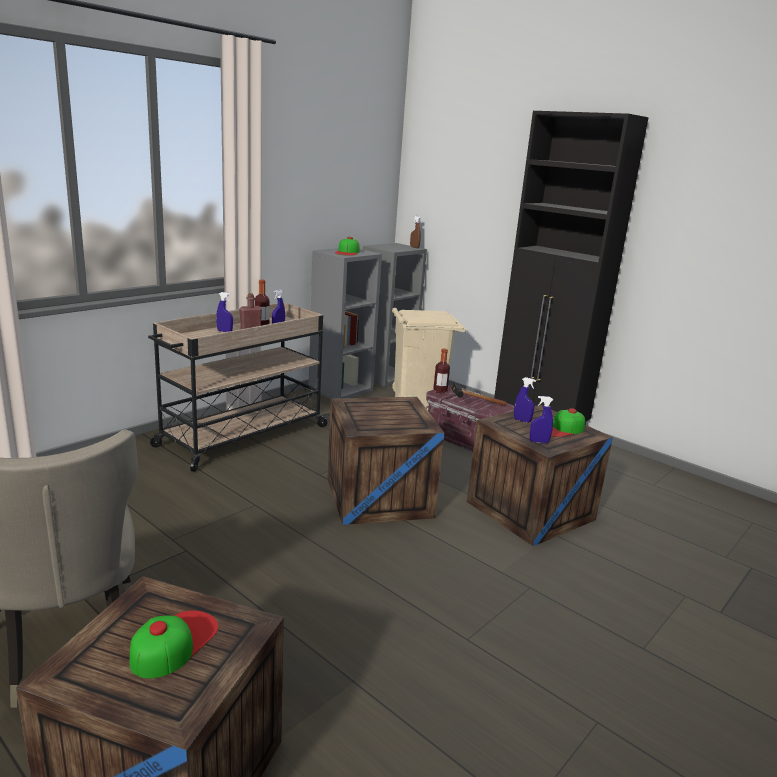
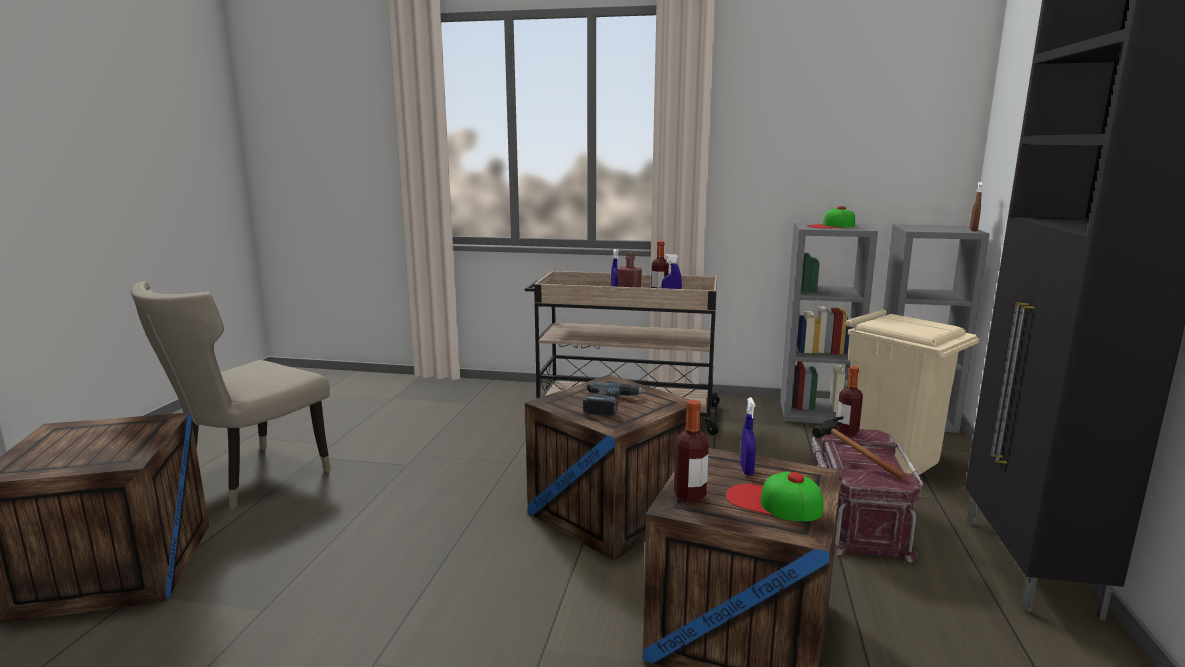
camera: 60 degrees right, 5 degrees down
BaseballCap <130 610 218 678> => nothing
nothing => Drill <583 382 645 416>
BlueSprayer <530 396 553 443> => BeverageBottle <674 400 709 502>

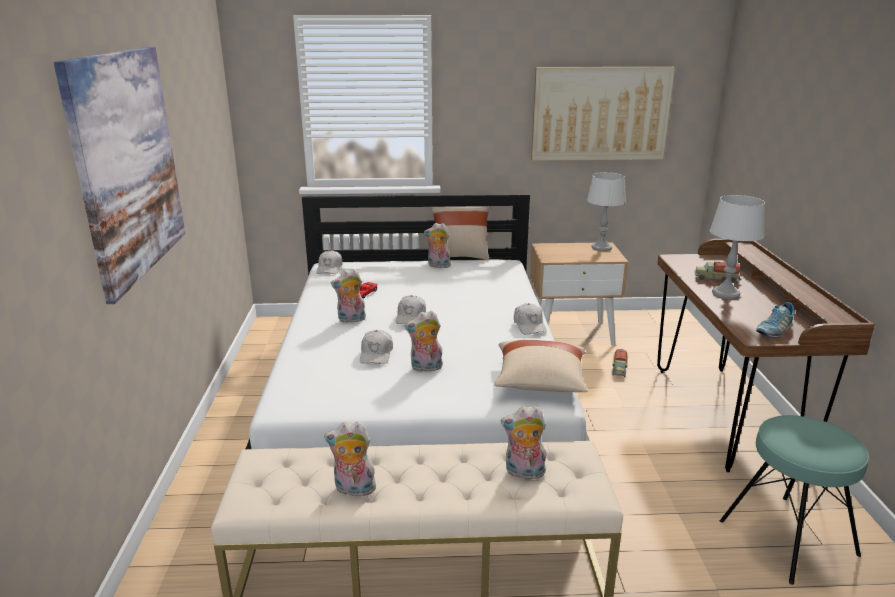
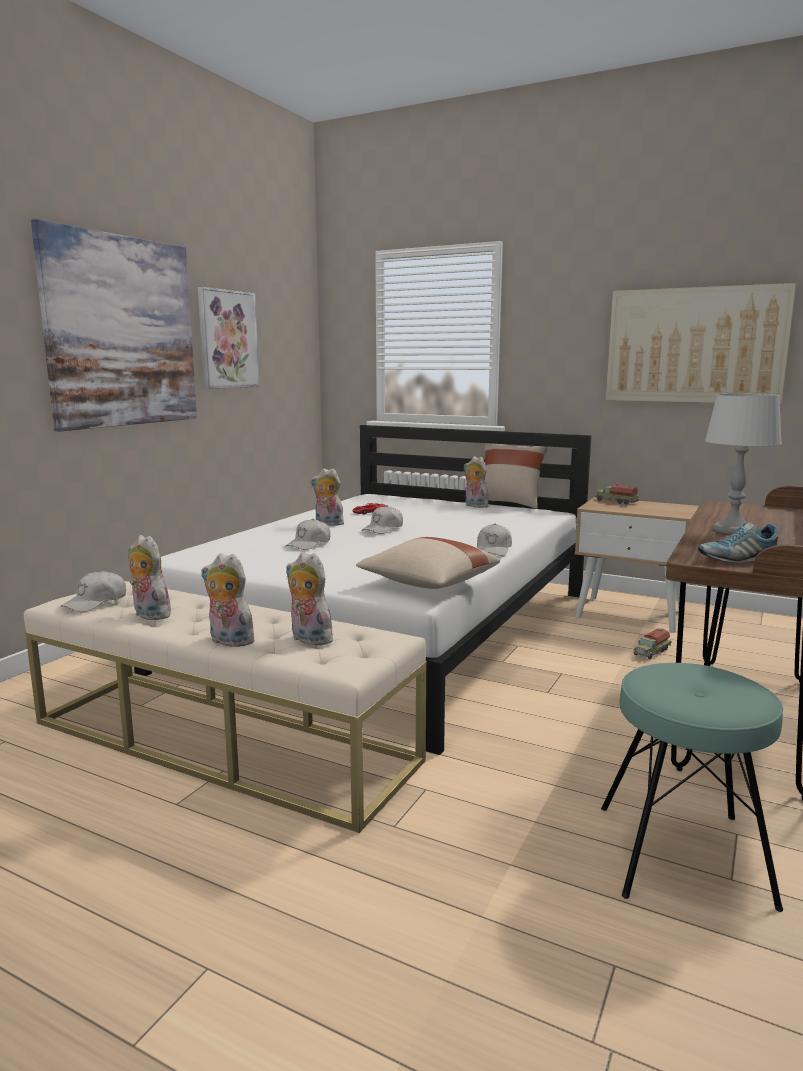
camera: 30 degrees right, 10 degrees down
GrayTabletopLamp <587 172 626 251> => nothing
nothing => WallPicture <198 287 259 389>
WhiteBaseballCap <317 250 343 274> => WhiteBaseballCap <61 570 126 612>, moved
CuddlyToy <405 311 443 372> => CuddlyToy <201 553 260 647>, moved
ToyTruck <694 262 740 283> => ToyTruck <595 485 639 505>, moved

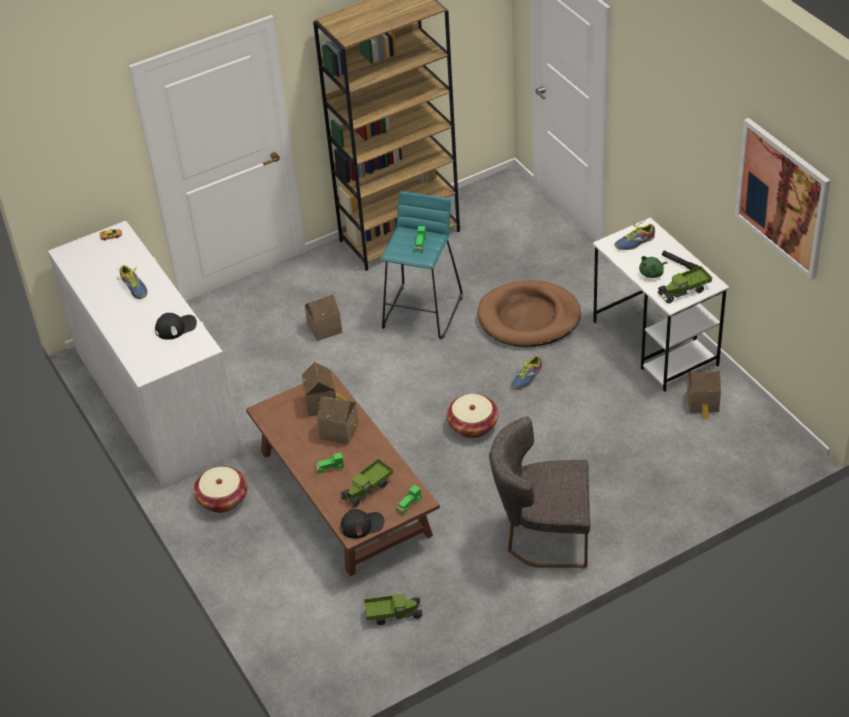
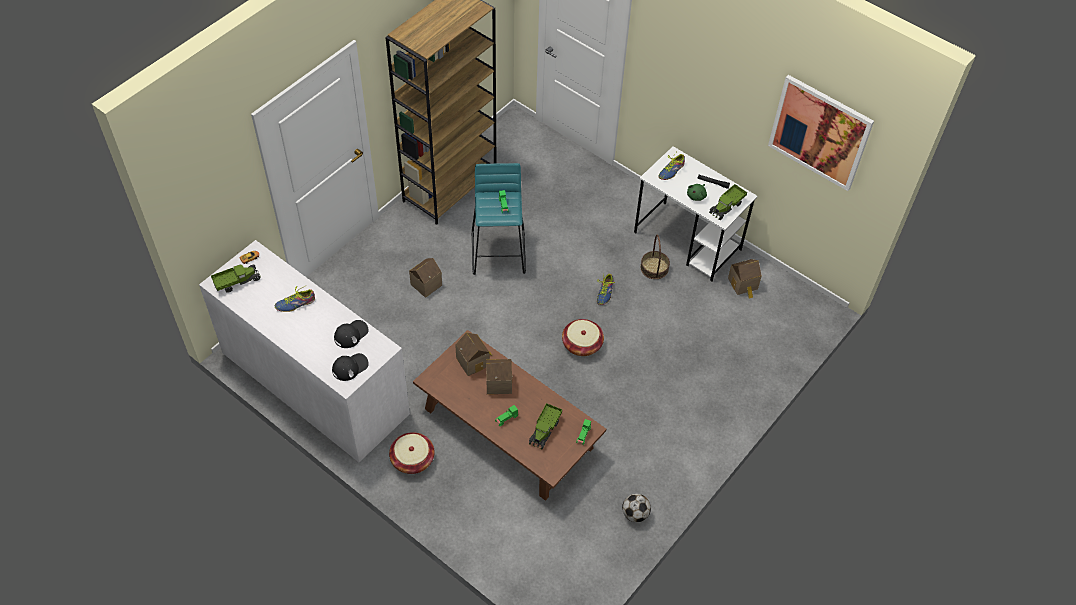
camera: 25 degrees left, 10 degrees up
BrownishDogCushion <477 280 581 347> => nothing
GrayChair <489 416 590 567> => nothing
nothing => BallForFootball <622 494 651 522>
nothing => StorageBasket <640 235 670 279>
BlackBaseballCap <340 509 384 539> => BlackBaseballCap <332 353 369 381>, moved
ToyTruck <364 594 422 625> => ToyTruck <211 265 261 293>, moved
Shoe <117 265 147 299> => Shoe <275 285 315 312>, 120 degrees clockwise

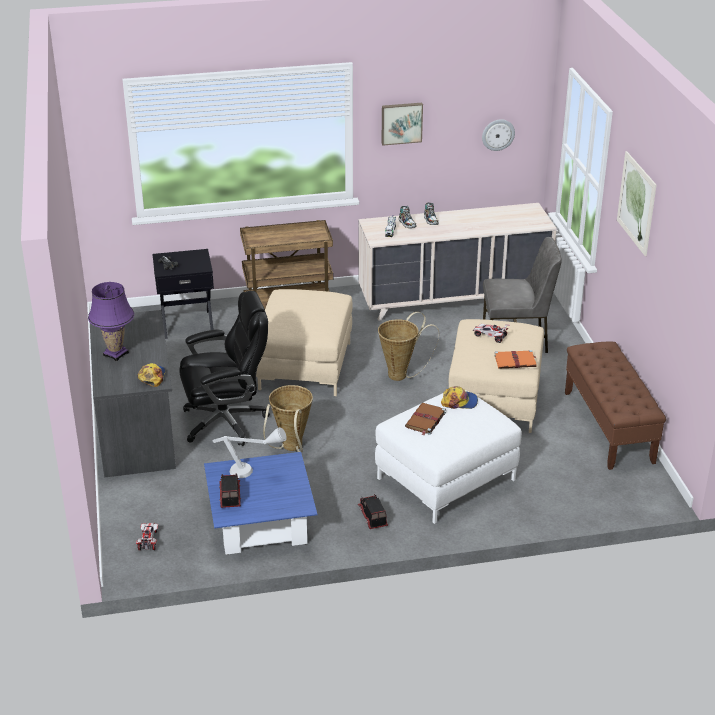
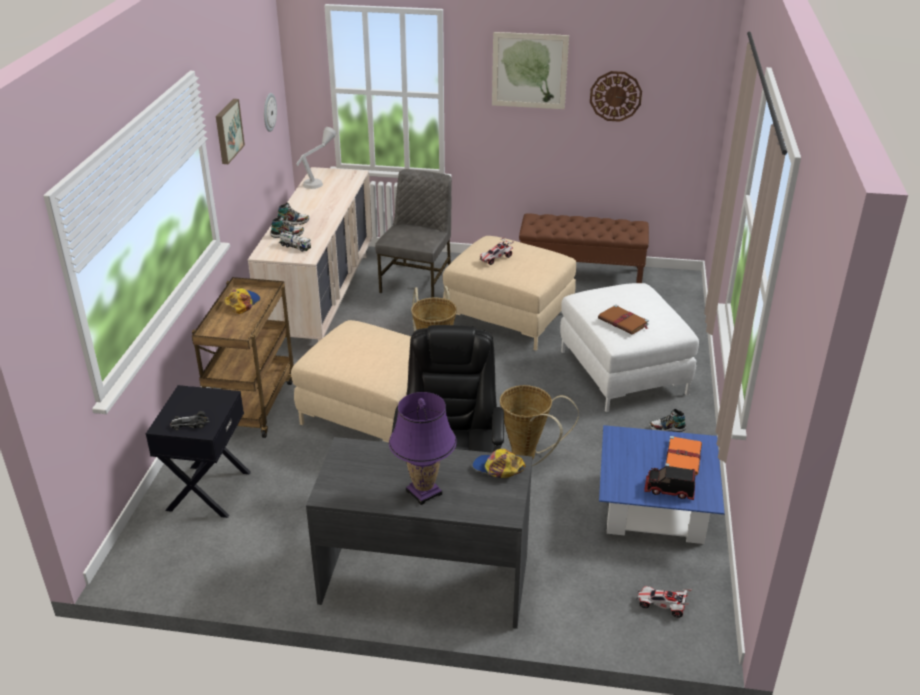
camera: 70 degrees left, 0 degrees up
nothing => WallClock <590 71 642 122>
GrayTabletopLamp <212 427 287 478> => GrayTabletopLamp <296 127 336 189>, moved
BaseballCap <441 386 478 409> => BaseballCap <224 288 260 314>, moved
OrangeColouredBook <494 350 536 369> => OrangeColouredBook <665 436 702 475>, moved
ToyTruck <358 494 388 529> => Shoe <649 409 686 432>

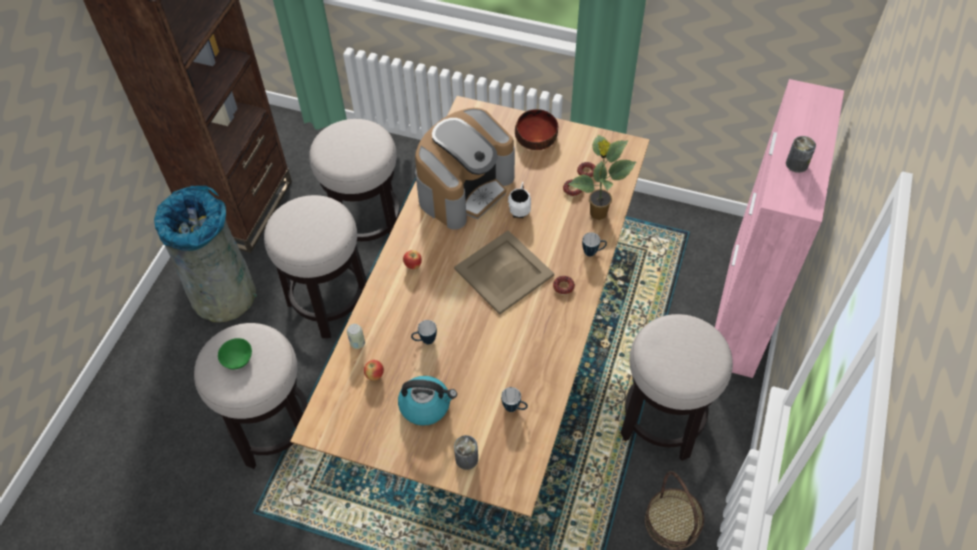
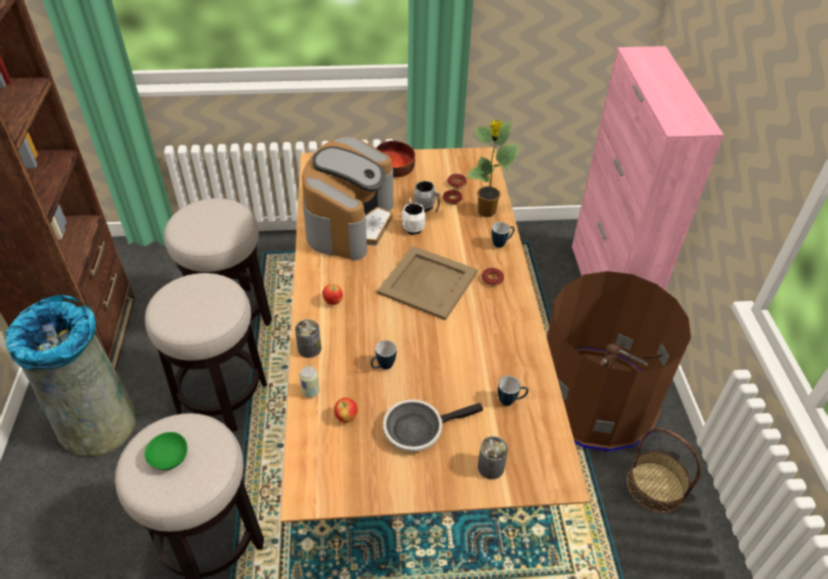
camera: 25 degrees left, 10 degrees down
nothing => GrayTeaMug <414 181 440 213>
SealedCan <786 136 816 173> => SealedCan <295 319 321 358>, moved
WaterKettle <398 376 457 426> => FryingPan <383 399 483 452>
Stool <621 314 733 461> => BrownishTrashCan <547 271 691 452>

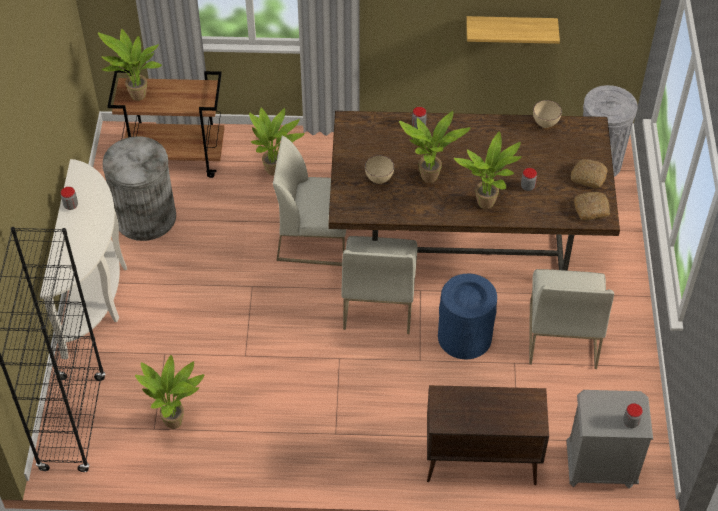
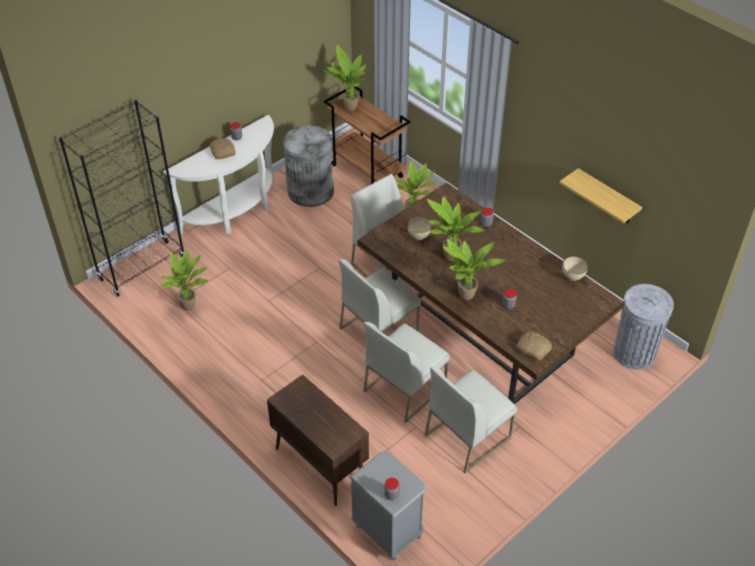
camera: 45 degrees right, 5 degrees down
BakedBread <571 159 608 188> => BakedBread <209 138 235 159>, moved
BlueTrashCan <438 274 497 359> => WhiteChair <363 322 450 423>

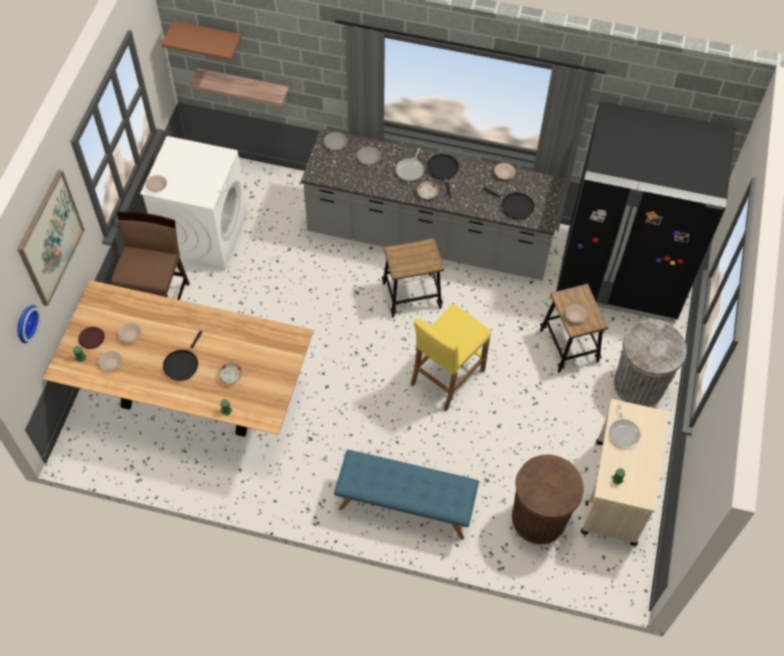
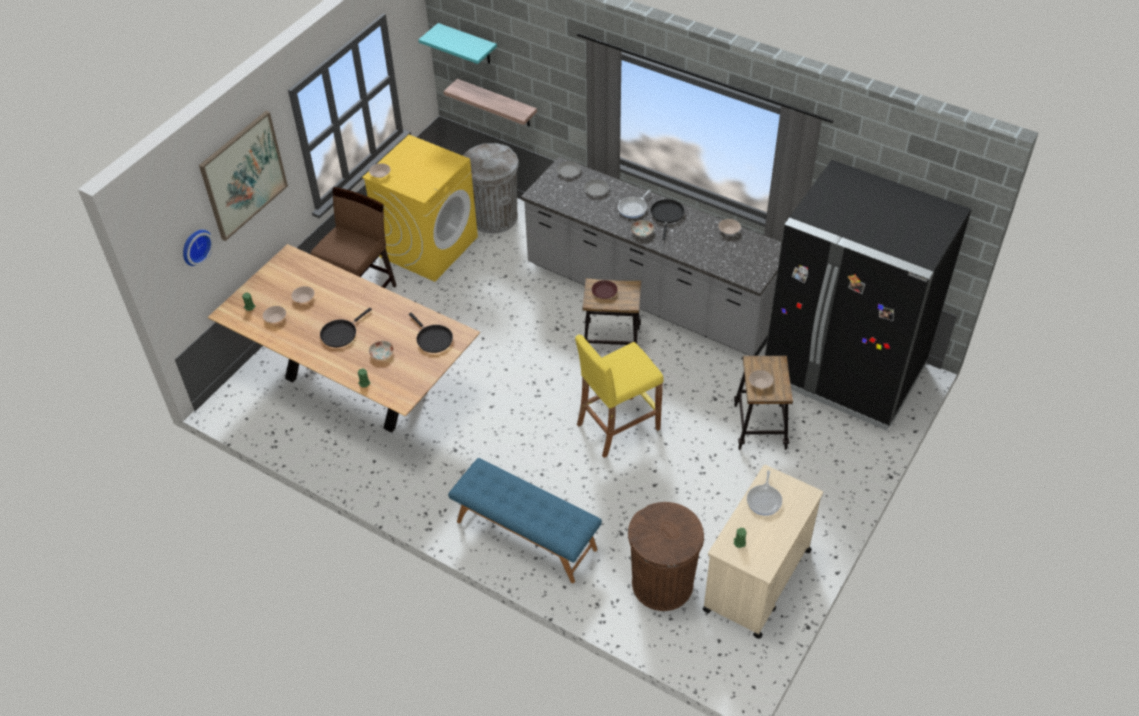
camera: 20 degrees right, 10 degrees down
BrownishFlatDish <78 327 105 349> => BrownishFlatDish <592 280 617 299>, moved
BlackFryingPan <483 187 534 219> => BlackFryingPan <409 313 453 353>, moved
GrayTrashCan <614 319 687 407> => GrayTrashCan <463 143 519 234>, moved
WhiteWashingMachine <140 136 248 271> => YellowWashingMachine <362 135 478 282>
BrownishShelf <161 21 242 60> => BlueGreenShelf <419 23 497 64>

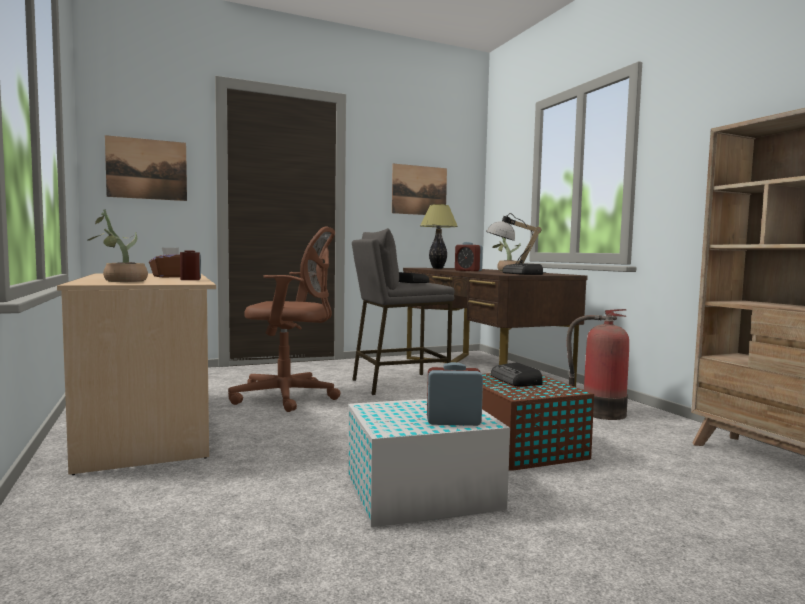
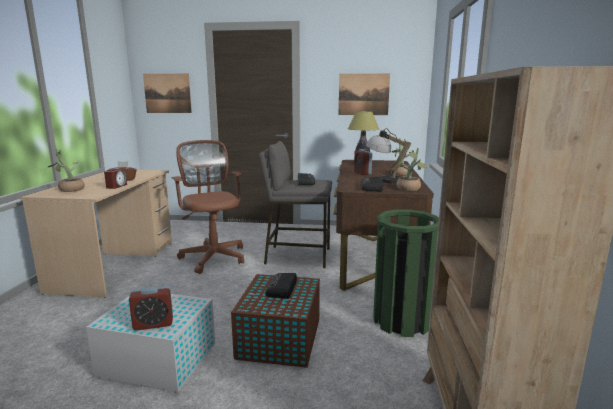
camera: 30 degrees right, 10 degrees up
nothing => PlantInAPot <397 148 427 191>
FireFightingCylinder <567 309 629 420> => GreenishTrashCan <373 209 439 337>
BrownishComputerChair <228 226 341 412> => BrownishComputerChair <172 140 244 274>, 150 degrees counterclockwise
BedsideClock <427 362 483 426> => BedsideClock <129 286 173 331>, 135 degrees clockwise

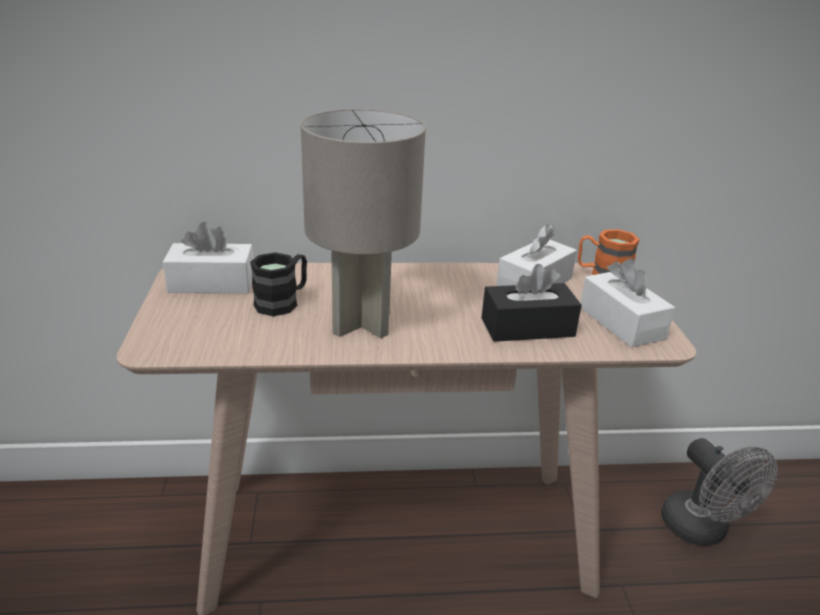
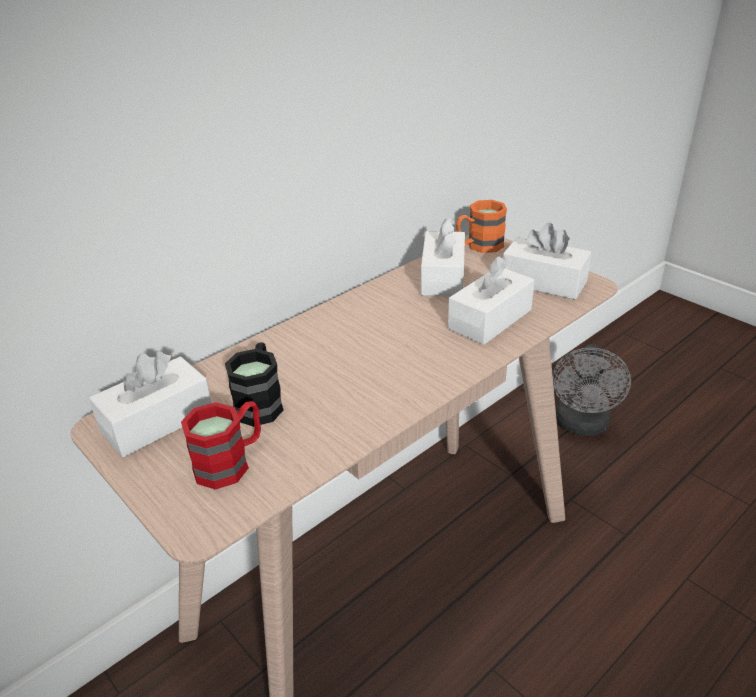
camera: 35 degrees left, 5 degrees up
GrayTabletopLamp <301 109 426 339> => nothing
nothing => RedTeaMug <181 401 261 490>
BlackTissueBox <482 264 582 342> => WhiteTissueBox <448 256 535 345>
GrayFan <661 438 778 546> => GrayFan <552 344 631 436>, 75 degrees clockwise

